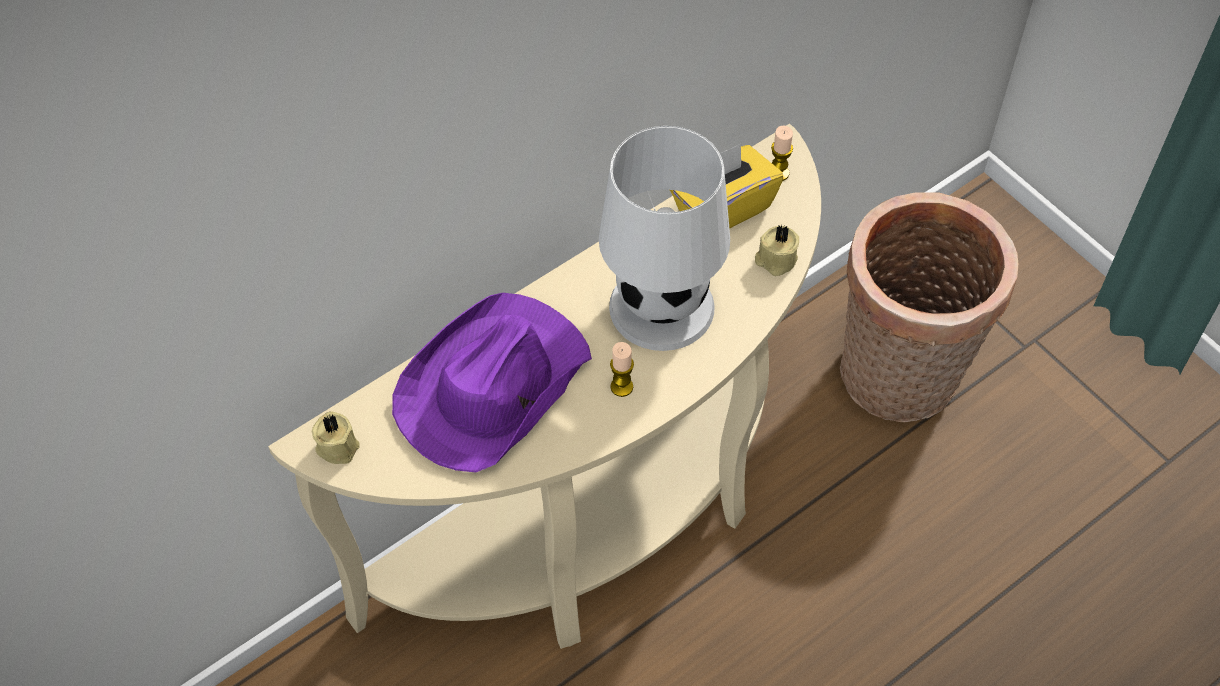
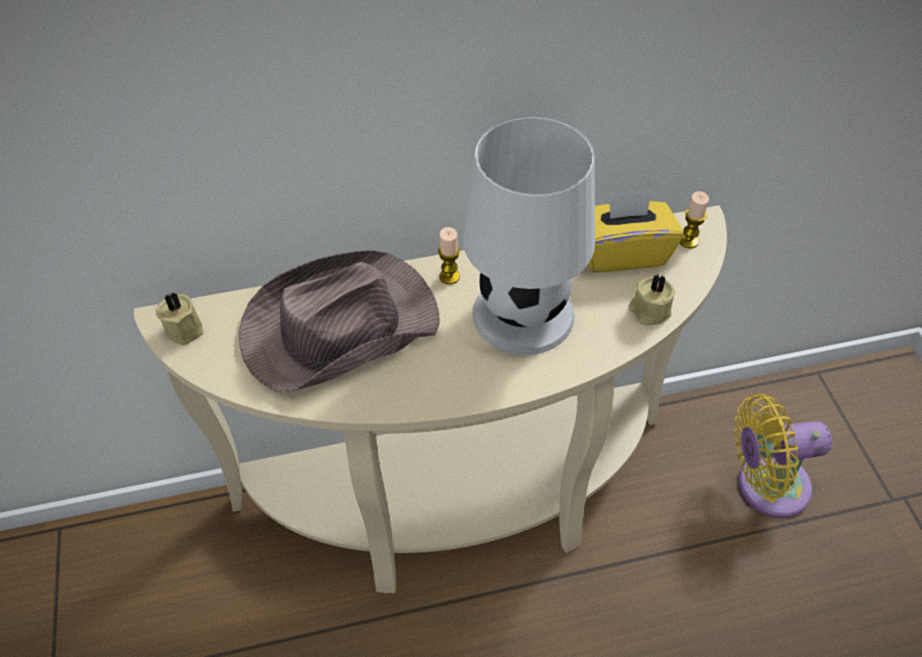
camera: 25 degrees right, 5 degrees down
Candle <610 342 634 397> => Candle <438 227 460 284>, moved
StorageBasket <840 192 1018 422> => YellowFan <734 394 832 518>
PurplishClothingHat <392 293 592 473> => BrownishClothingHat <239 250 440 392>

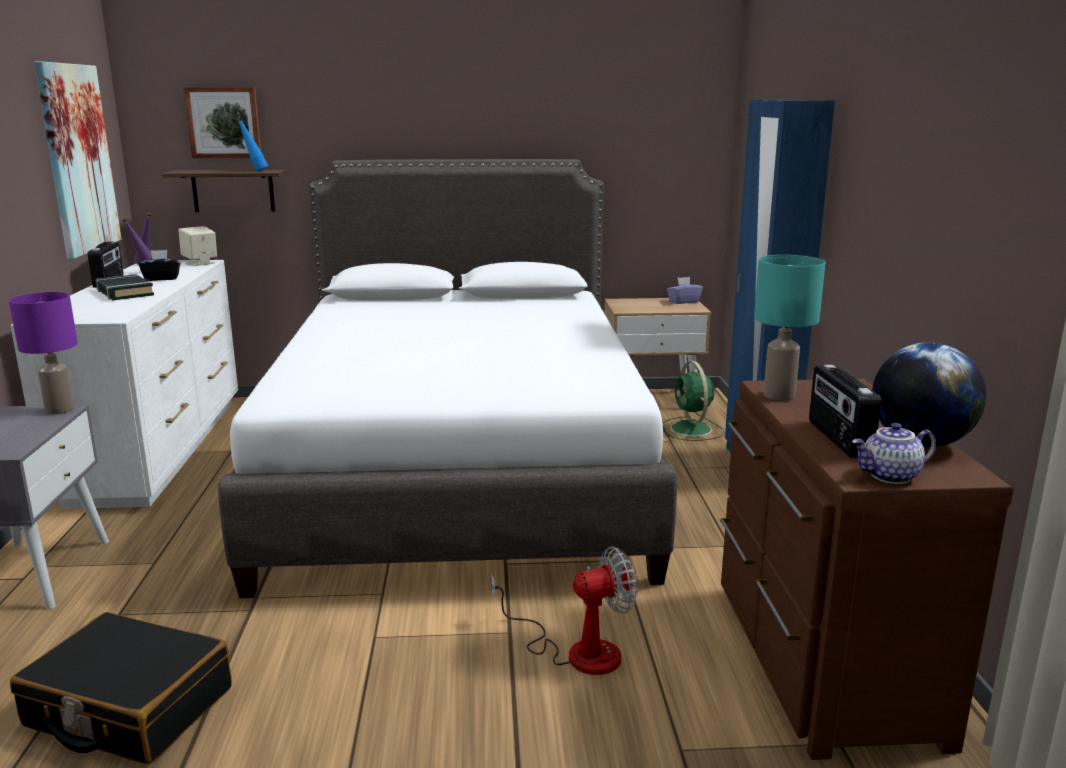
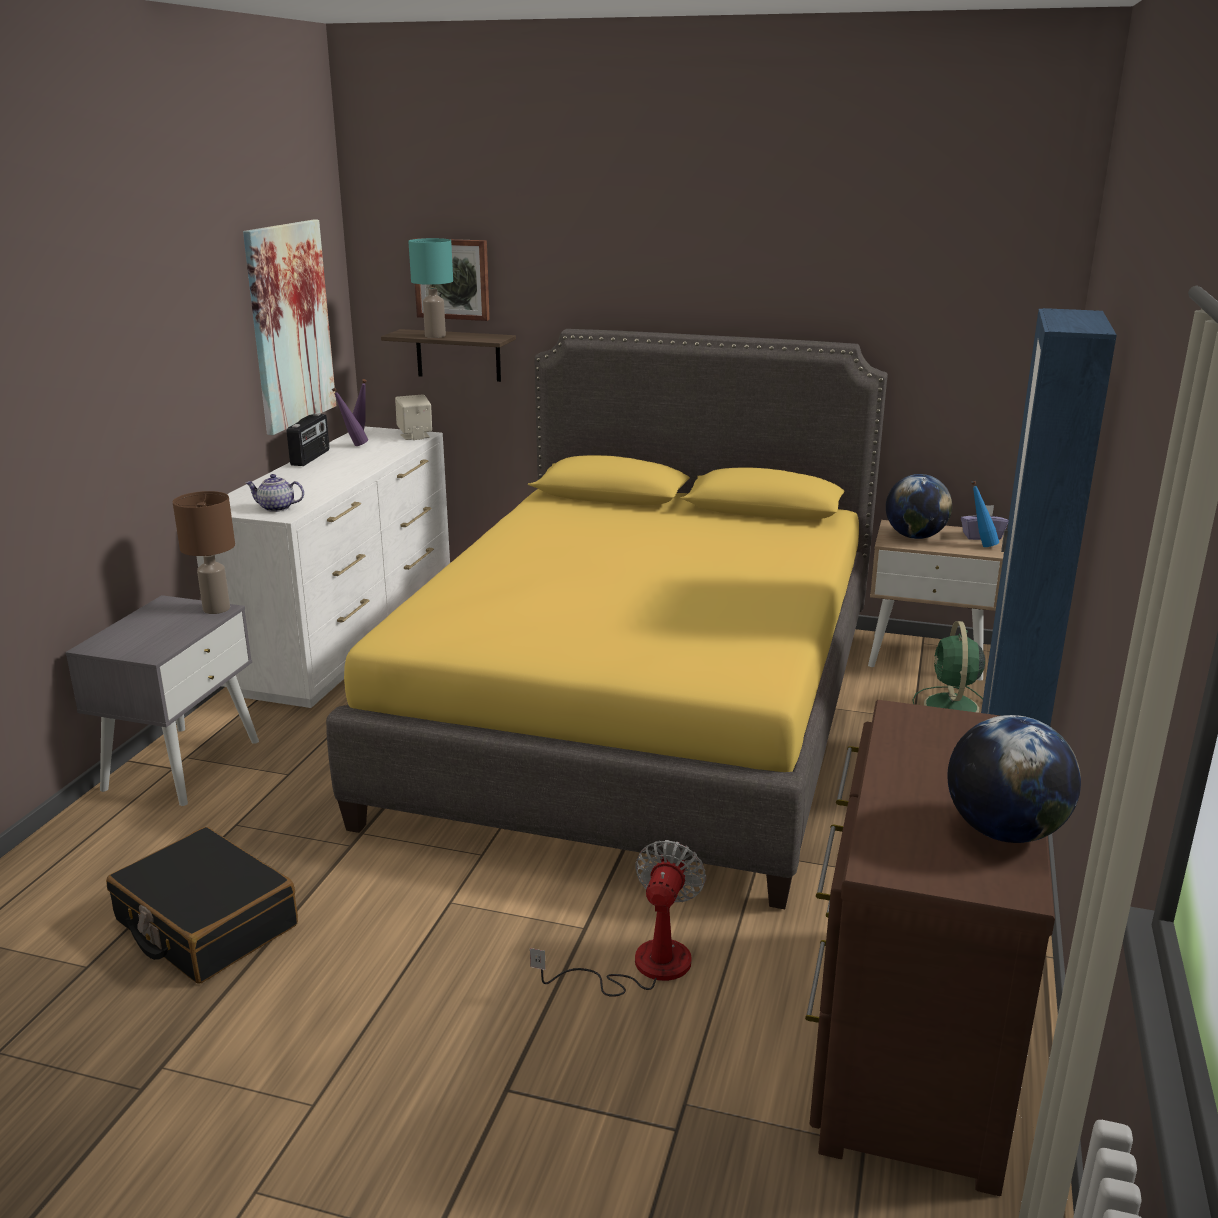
camera: 20 degrees right, 5 degrees up
BlackBook <95 274 154 300> => nothing
BlackTissueBox <138 250 180 281> => nothing
RadioReceiver <809 365 881 458> => nothing
nothing => WorldGlobe <886 474 952 539>
BlueBeverageBottle <236 116 268 171> => BlueBeverageBottle <971 481 999 547>, moved
BlueGreenTabletopLamp <754 255 826 401> => BlueGreenTabletopLamp <408 238 453 338>, moved
TeaPot <852 423 936 484> => TeaPot <245 474 304 512>, moved
PurplishTabletopLamp <9 292 78 414> => BrownishTabletopLamp <173 491 235 614>
WhiteBedroomBed <218 159 677 598> => YellowBedroomBed <326 329 888 909>
Fan <491 546 637 675> => Fan <530 840 706 997>, 75 degrees counterclockwise

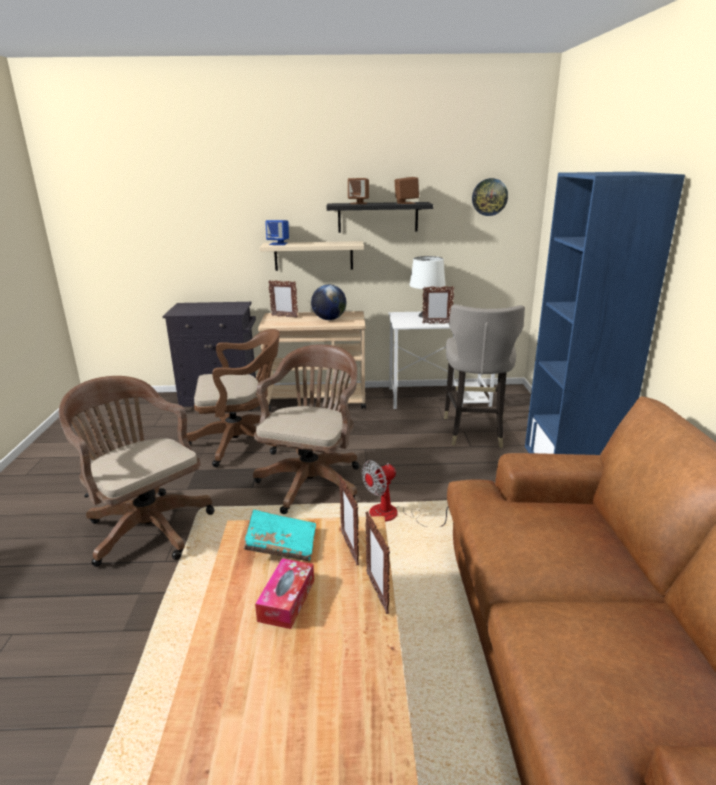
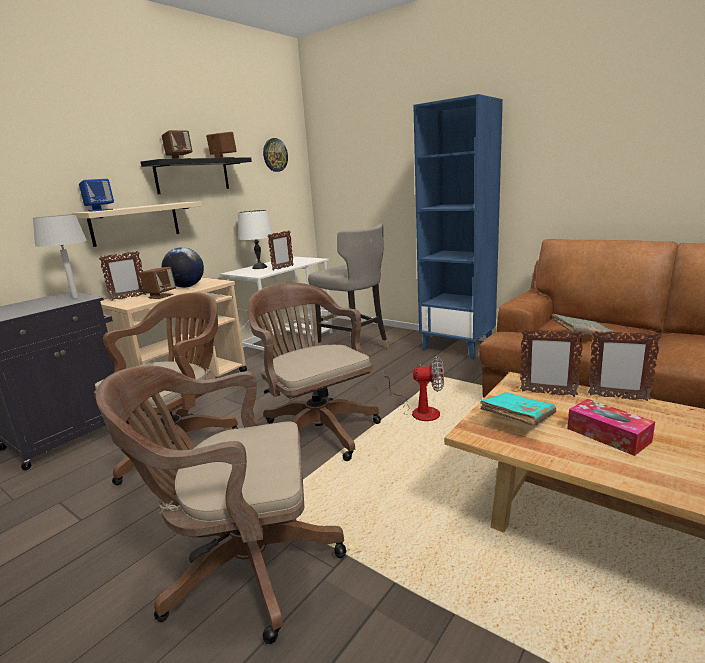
camera: 50 degrees left, 5 degrees down
nothing => GrayTabletopLamp <33 214 87 298>
nothing => BrownishSpeaker <139 267 176 299>
nothing => GrayBook <551 314 618 339>
Fan <362 460 448 527> => Fan <384 356 444 421>, 90 degrees counterclockwise

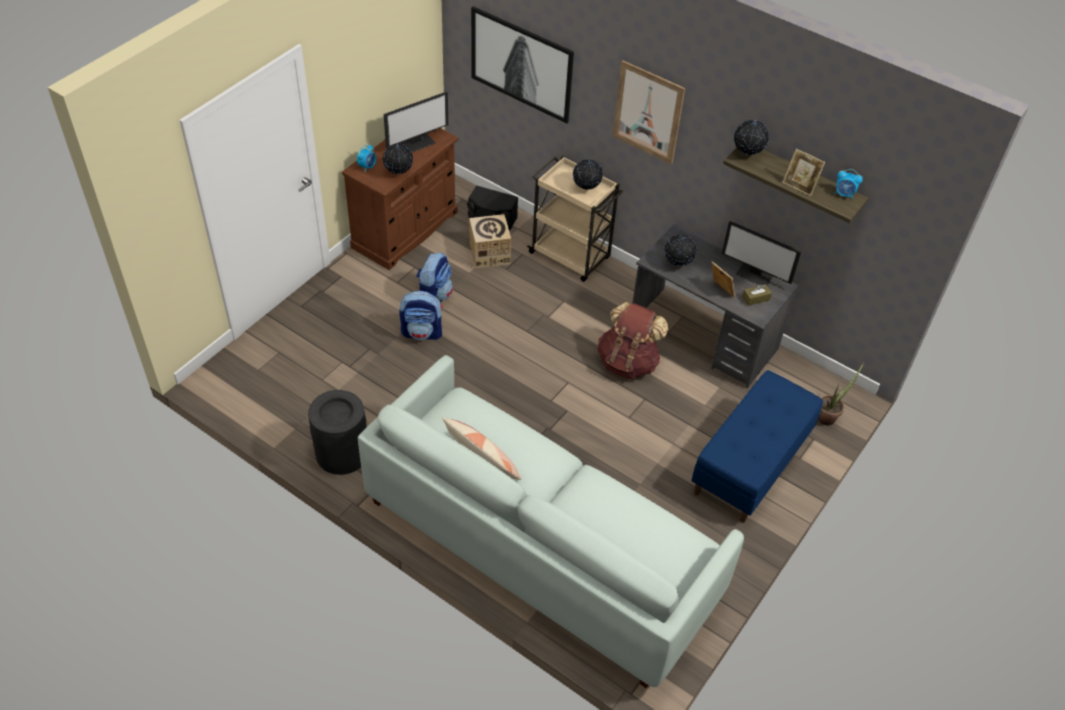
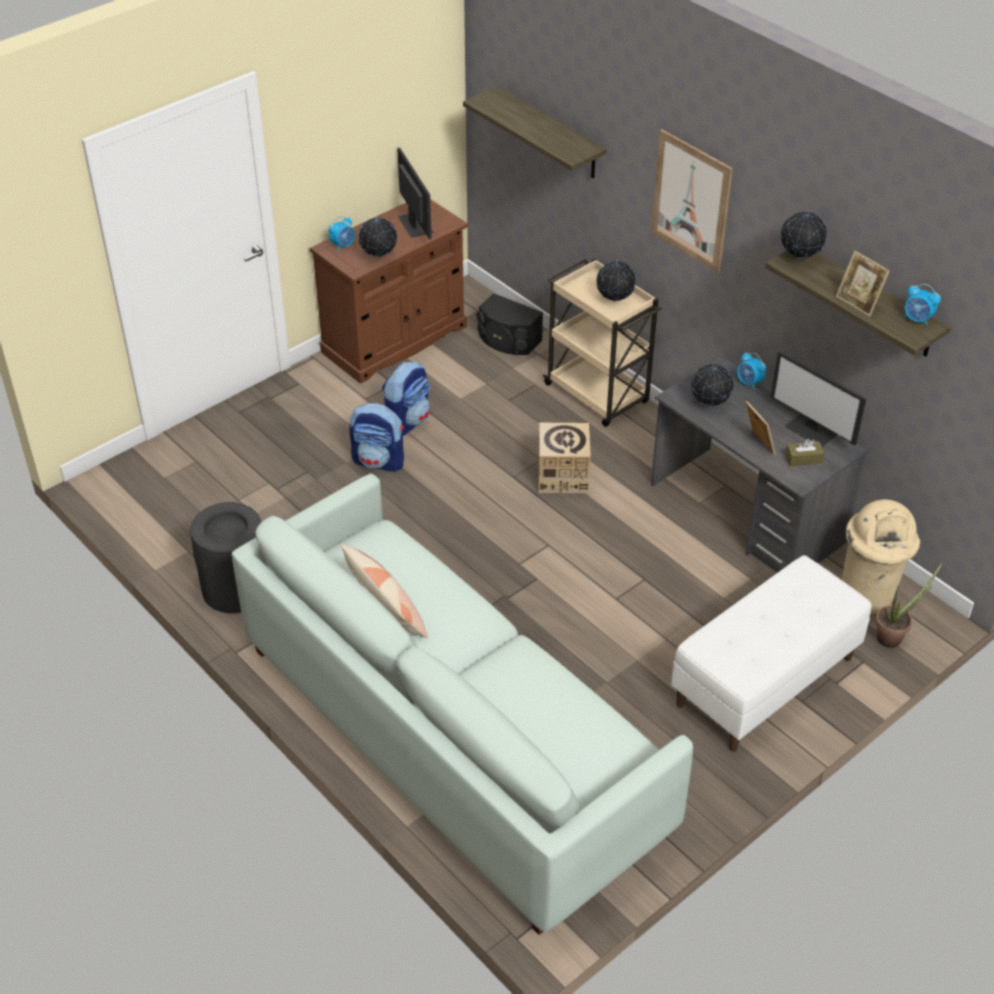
camera: 15 degrees right, 5 degrees down
BrownishKnapsack <597 302 668 379> => nothing
nothing => BedsideClock <737 353 766 390>
nothing => BeigeTrashCan <842 499 920 614>
Carton <469 214 511 269> => Carton <539 423 591 493>, moved
WallPicture <471 6 574 123> => Shelf <463 86 607 178>
BlueBench <691 370 823 523> => WhiteBench <671 555 871 752>
ComputerDisplay <384 91 448 152> => ComputerDisplay <397 147 433 239>, 90 degrees counterclockwise

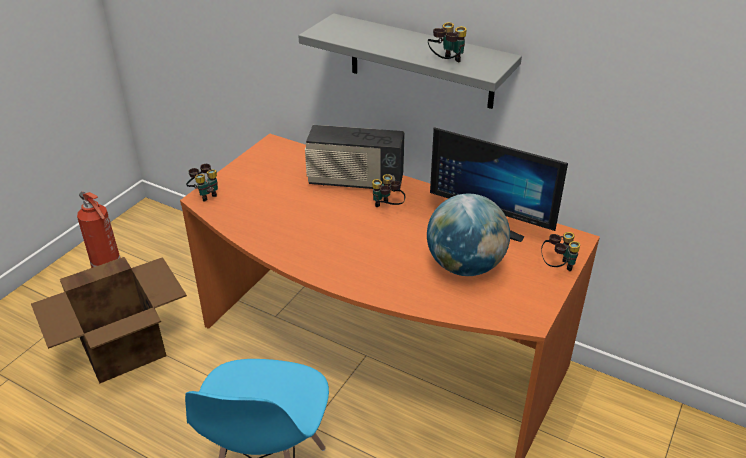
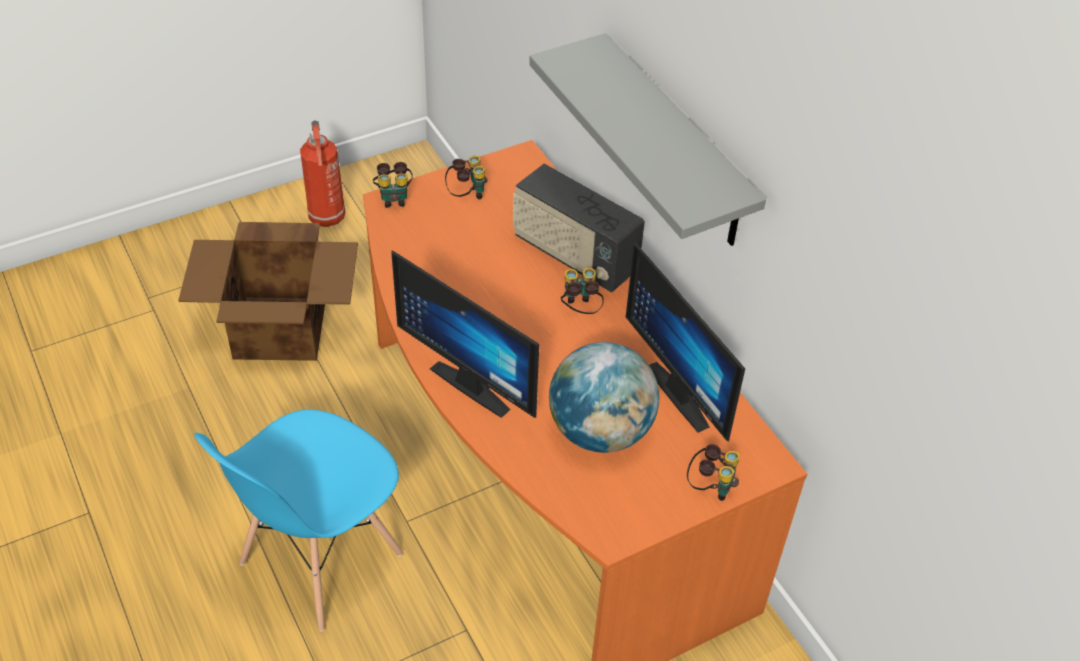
camera: 30 degrees right, 10 degrees up
nothing => ComputerDisplay <391 250 539 418>
FieldGlasses <428 22 467 62> => FieldGlasses <445 155 487 200>, moved

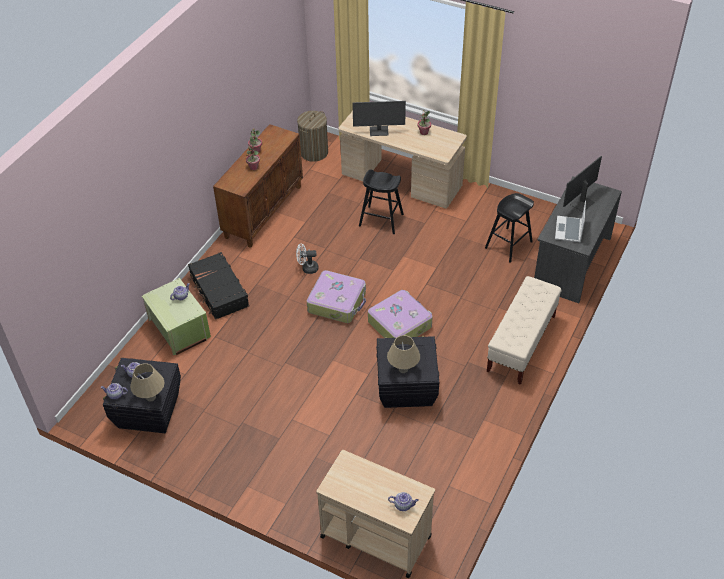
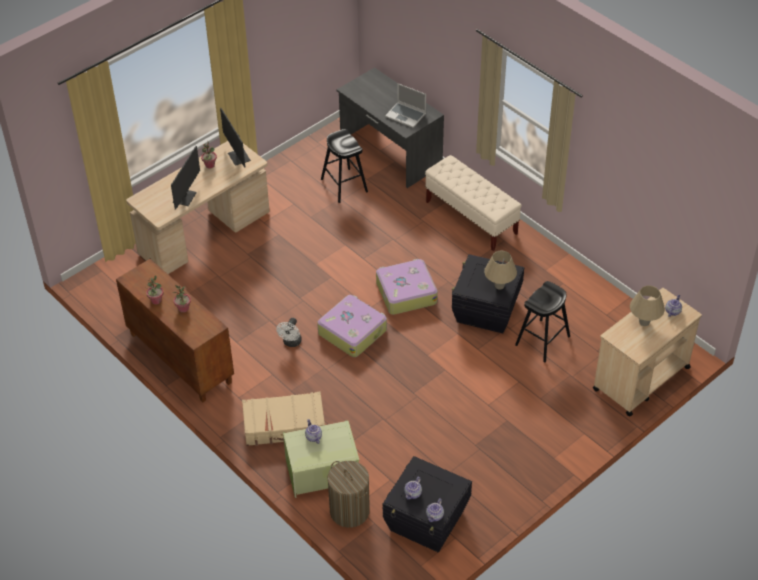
camera: 70 degrees left, 0 degrees up
BeigeTabletopLamp <130 363 165 401> => BeigeTabletopLamp <630 286 665 326>, moved
LaundryBasket <297 111 328 162> => LaundryBasket <327 461 370 527>, moved
BlackStool <359 170 404 234> => BlackStool <515 281 570 363>, moved
ComputerDisplay <563 156 602 212> => ComputerDisplay <220 108 251 168>, moved
BlackPieceOfLuggage <188 252 249 320> => BeigePieceOfLuggage <242 392 325 446>

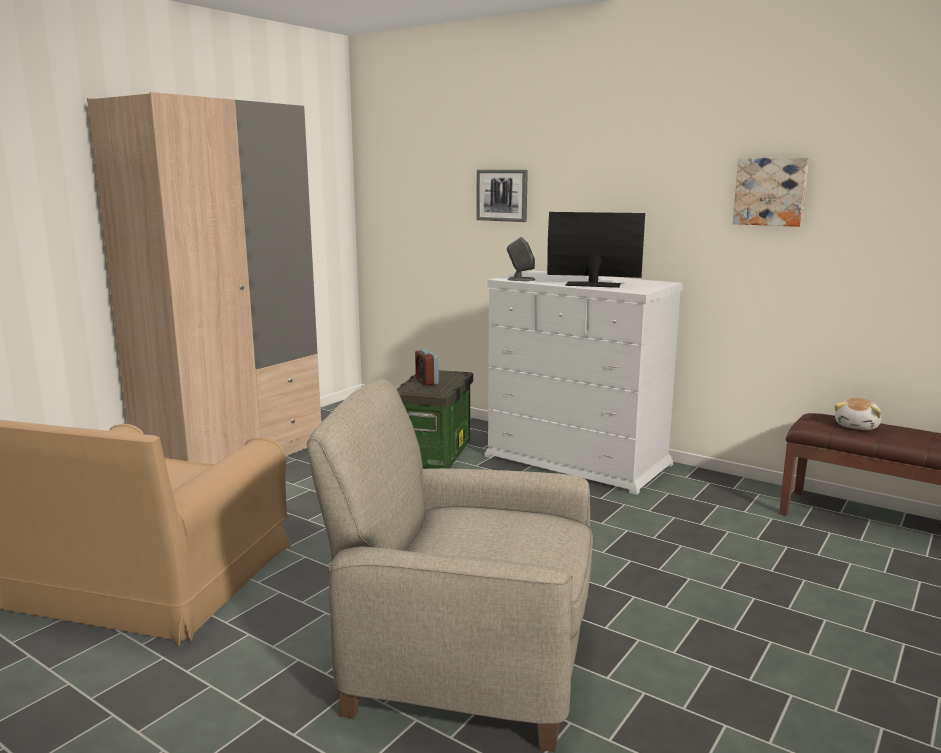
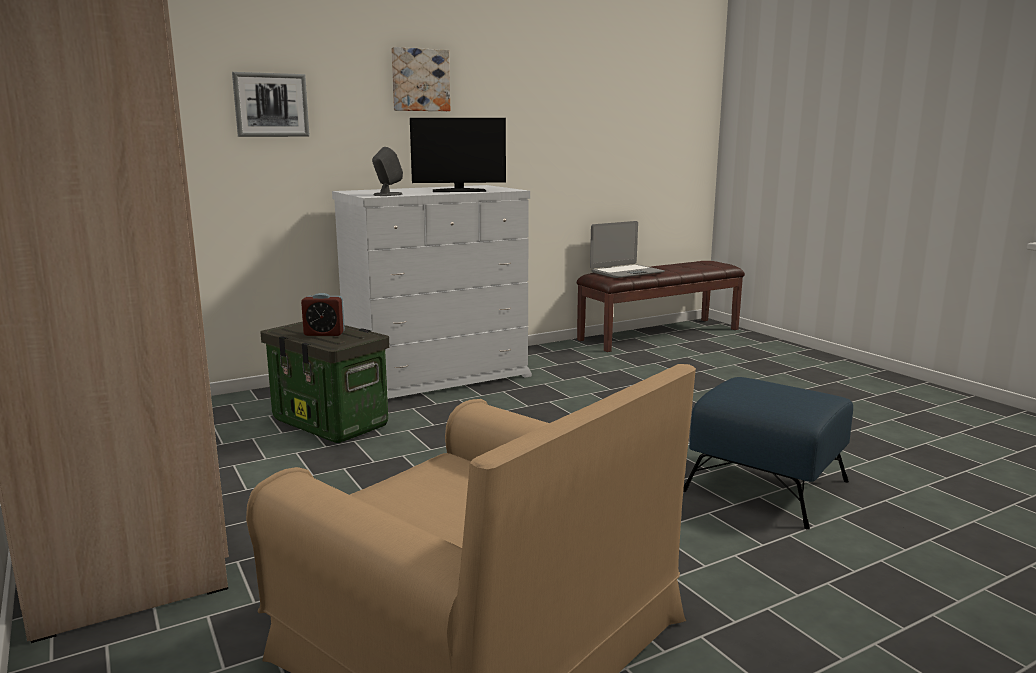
camera: 65 degrees left, 0 degrees up
WallPicture <733 157 809 227> => WallPicture <391 47 450 111>, moved
BeigeLoungeChair <307 378 593 752> => BlueFootrest <683 377 853 530>
CuddlyToy <835 398 882 430> => PortableComputer <590 221 665 278>
ComputerDisplay <547 212 645 288> => ComputerDisplay <410 118 506 192>, 135 degrees counterclockwise

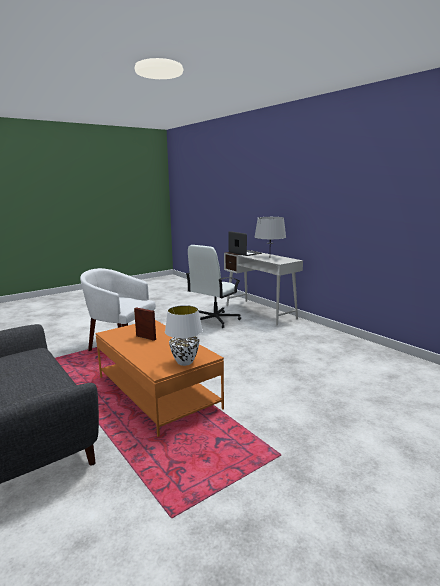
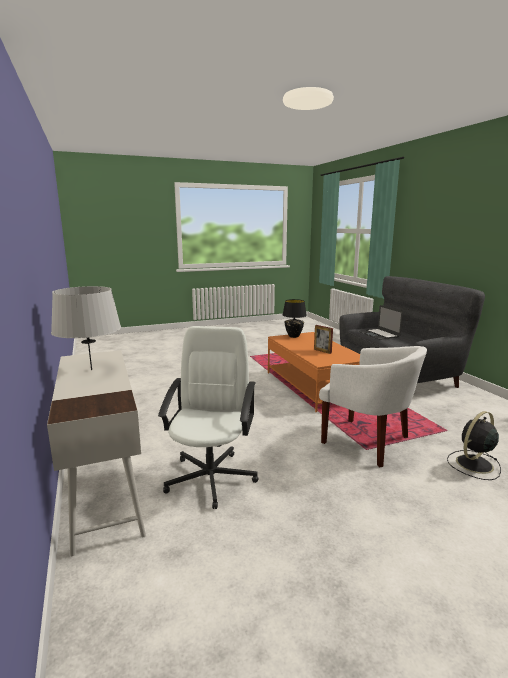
camera: 165 degrees left, 0 degrees up
nothing => BlackFan <447 411 501 480>
PortableComputer <228 231 262 256> => PortableComputer <358 305 403 340>, moved
WhiteTabletopLamp <165 305 203 366> => BlackTabletopLamp <282 299 307 338>
WhiteComputerChair <186 245 241 328> => WhiteComputerChair <158 326 259 509>, 45 degrees counterclockwise

